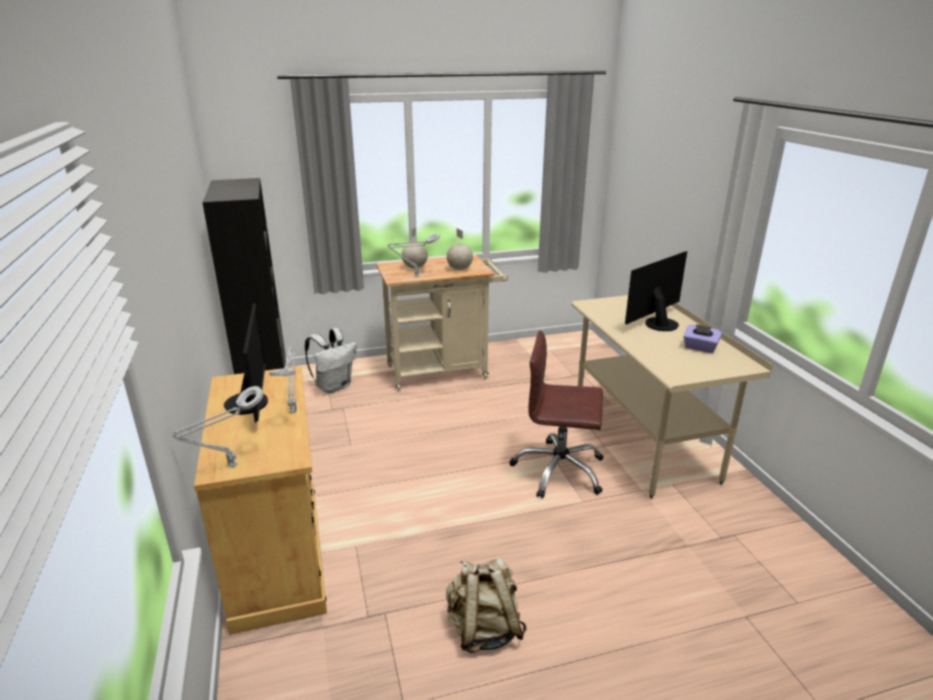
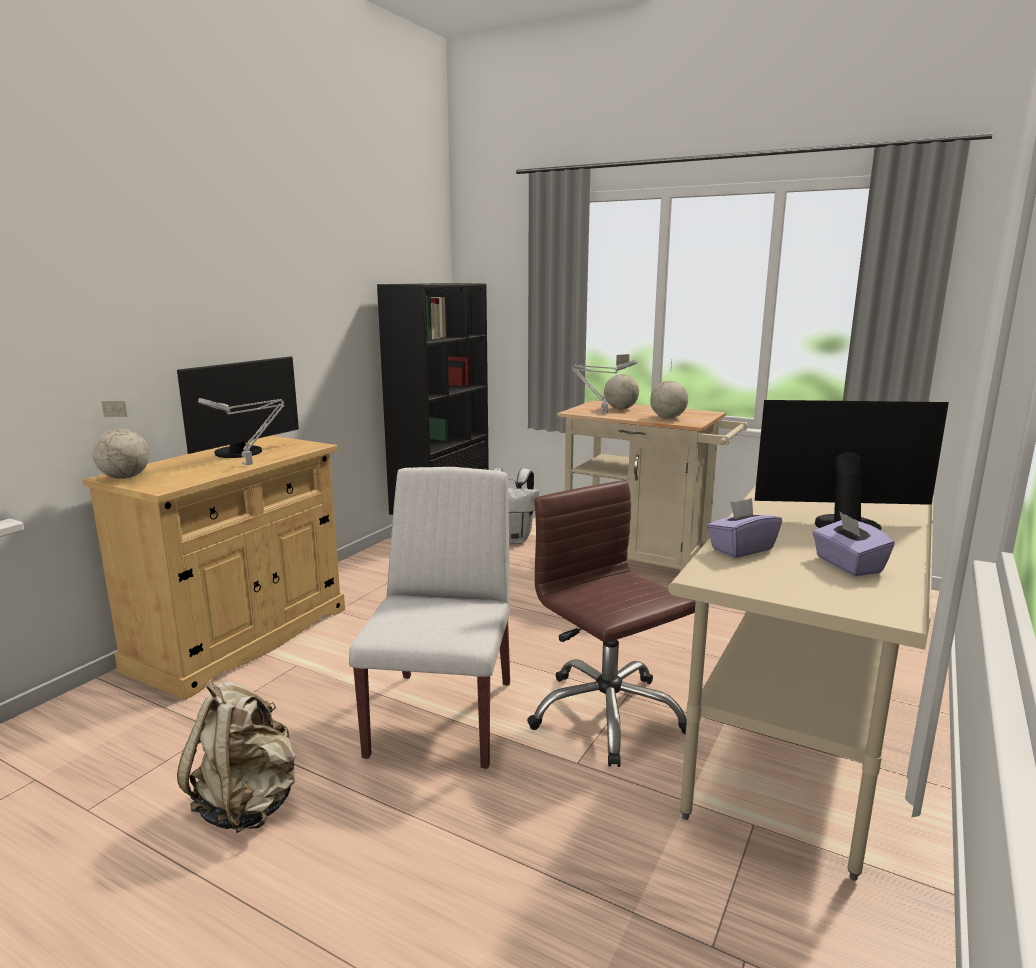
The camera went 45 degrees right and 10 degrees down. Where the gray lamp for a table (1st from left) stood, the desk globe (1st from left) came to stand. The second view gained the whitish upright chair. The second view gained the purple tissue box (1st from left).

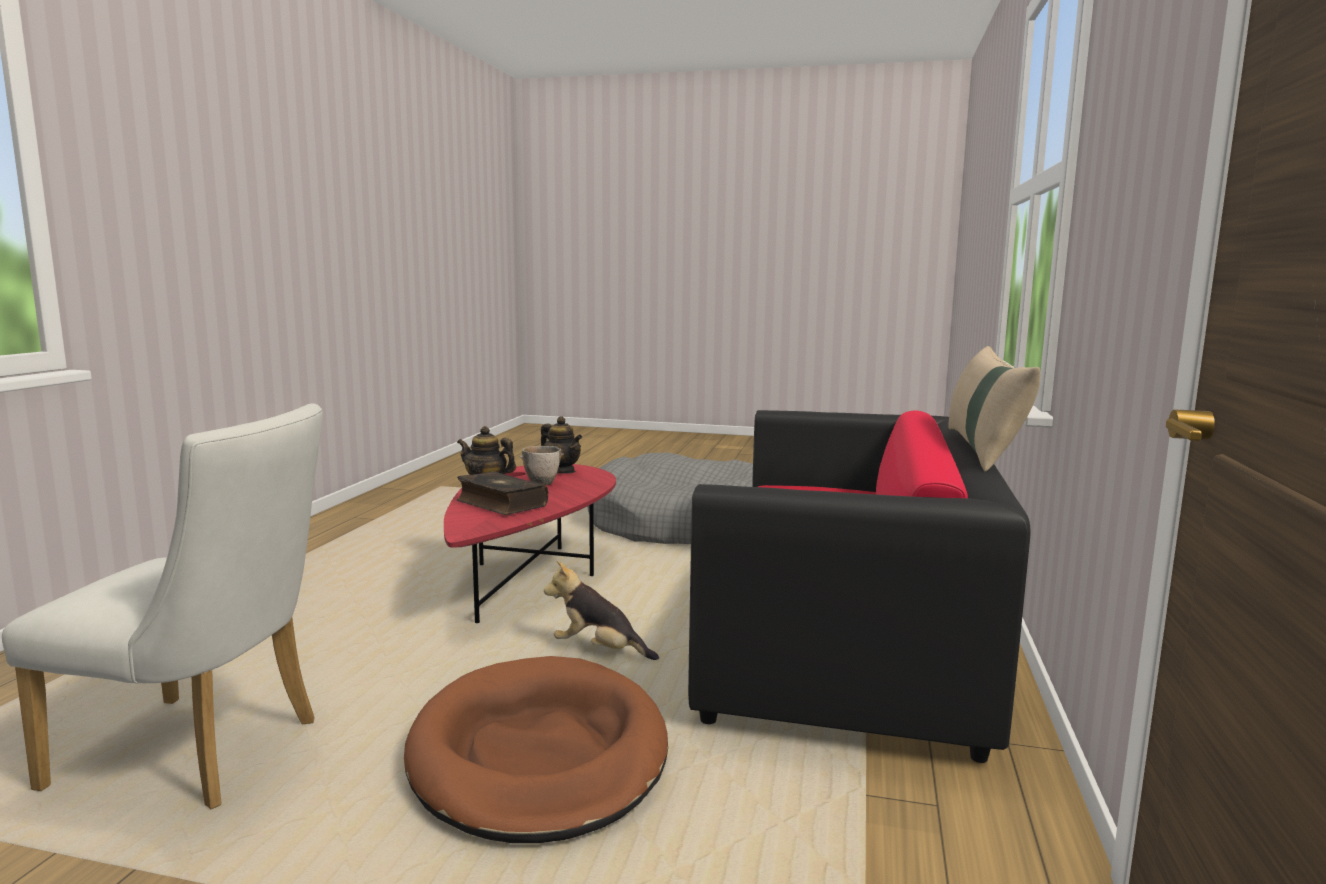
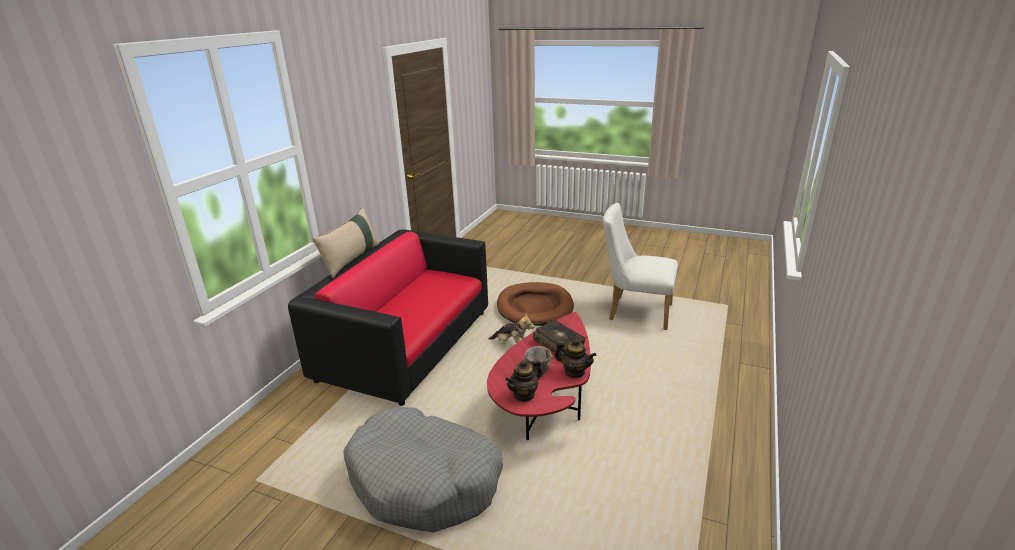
The camera went 170 degrees left and 15 degrees up. The tea pot (2nd from left in the first image) ended up facing another way, 90 degrees counterclockwise from before.

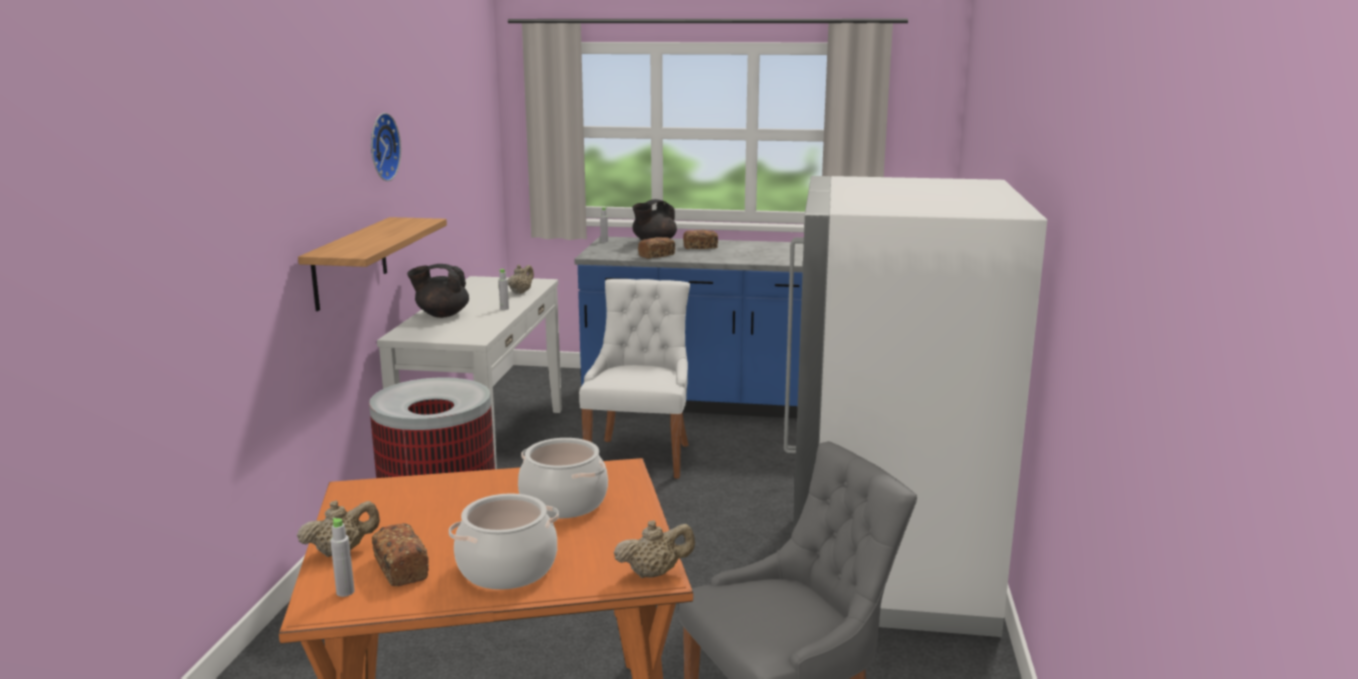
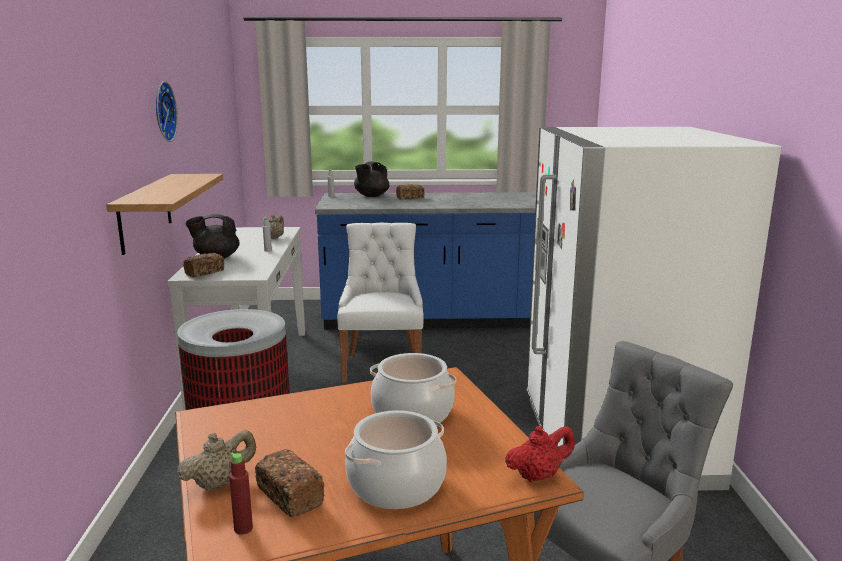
The camera went 10 degrees left and 0 degrees up. The bakery bread (2nd from left in the first image) ended up elsewhere. What was the gray beverage bottle (1st from left) turned into the red-coloured beverage bottle. What was the beige tea pot (3rd from left) turned into the red-coloured tea pot.

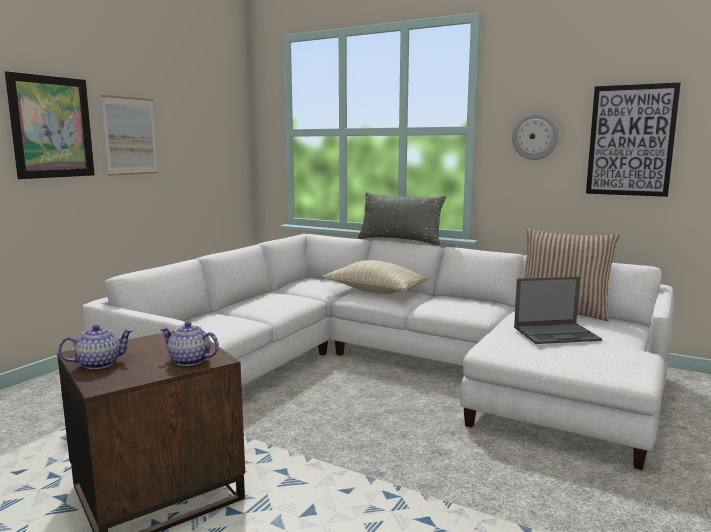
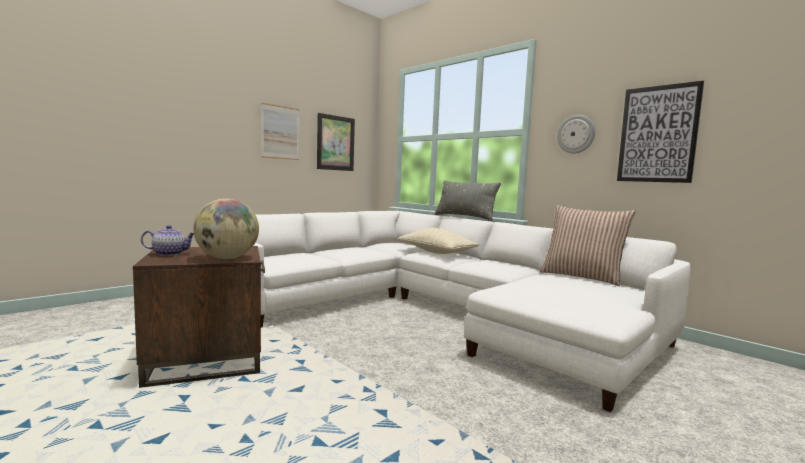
The camera went 15 degrees right and 5 degrees down. The wall picture (1st from left in the first image) ended up elsewhere. The second view lost the portable computer. Where the tea pot (2nd from left) stood, the desk globe came to stand.

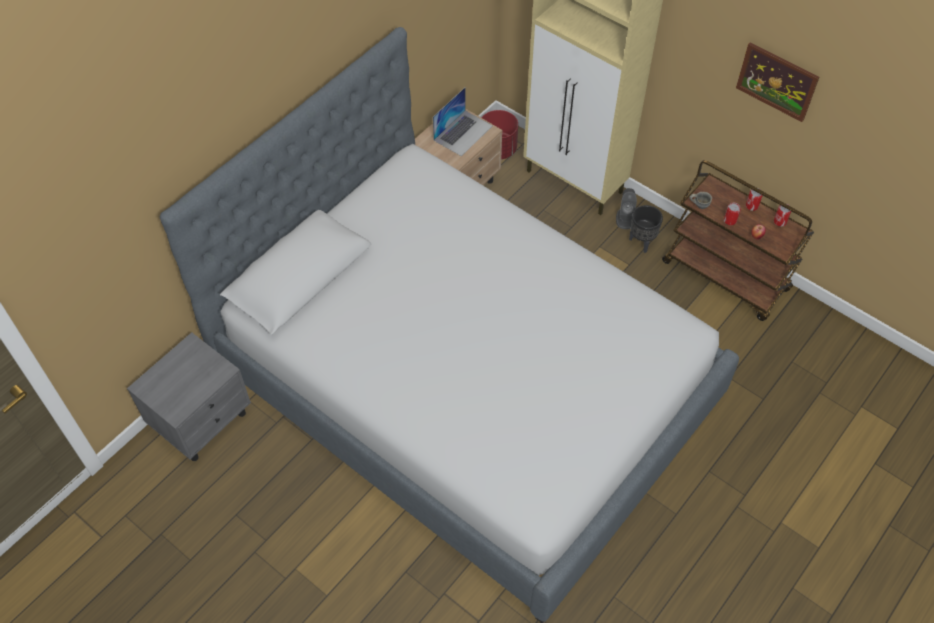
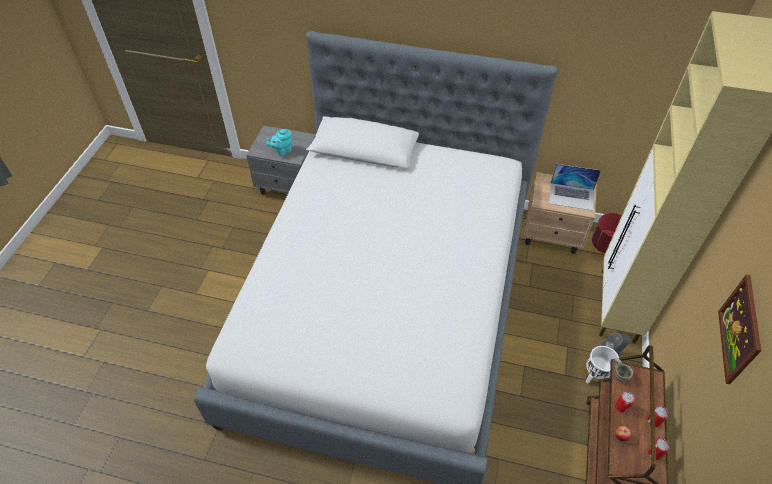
The camera went 65 degrees right and 5 degrees down. What was the blackish flower pot turned into the whitish flower pot. The second view gained the turquoise-coloured tea pot.

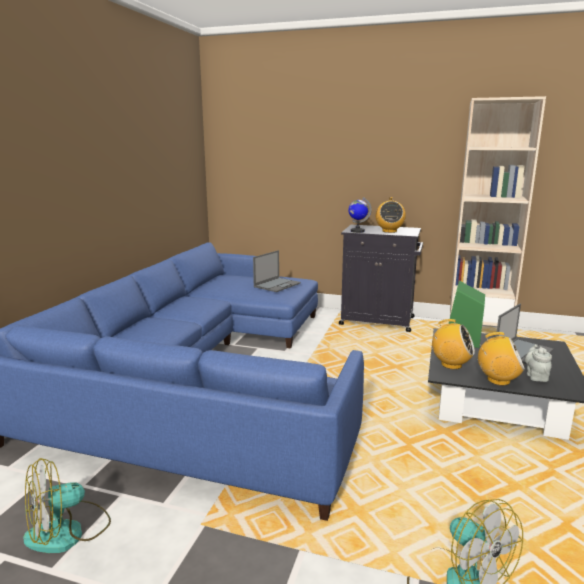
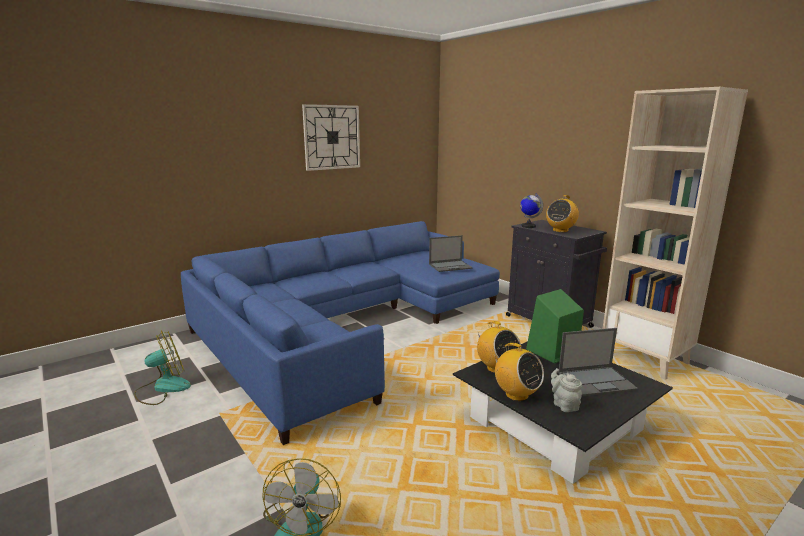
The camera went 35 degrees right and 0 degrees up. The gray tea pot ended up facing another way, 60 degrees counterclockwise from before. The cooling fan (1st from left) ended up facing another way, 150 degrees clockwise from before. The second view gained the clock on the wall.

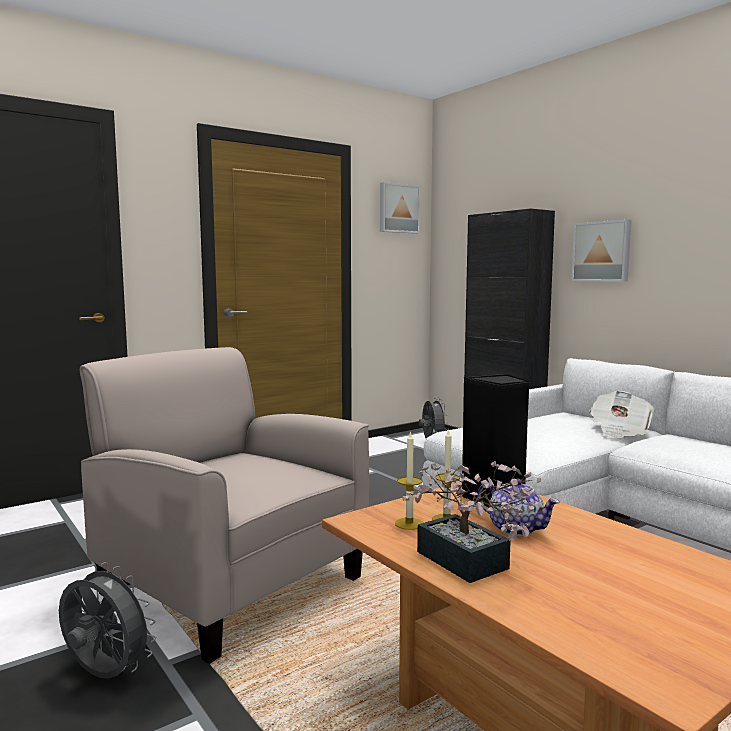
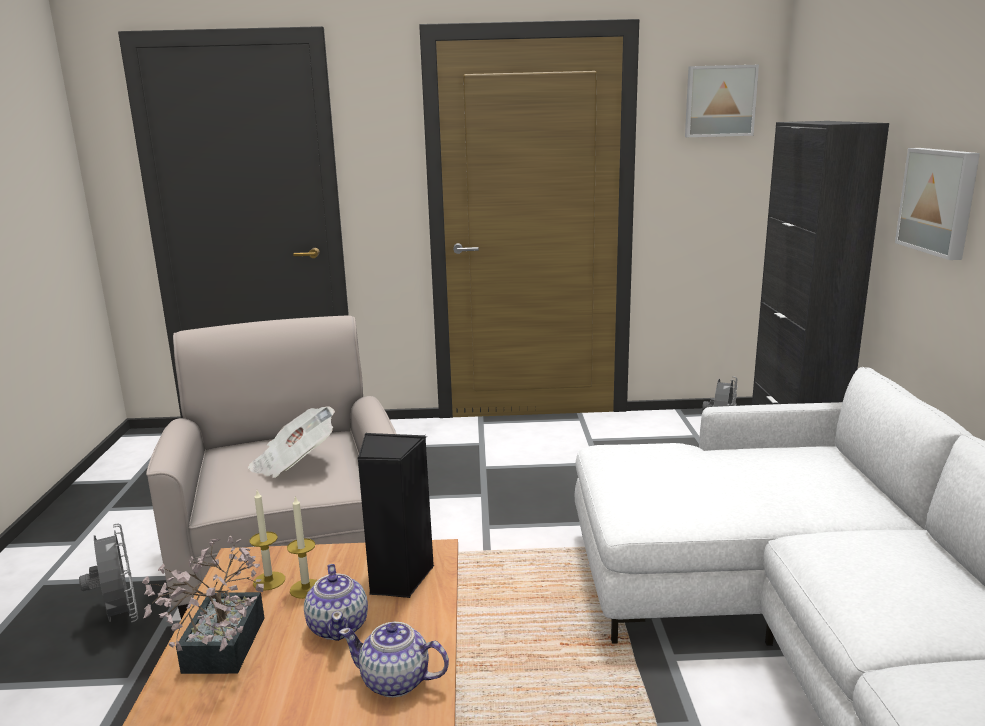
The camera went 35 degrees right and 10 degrees up. The daily paper ended up elsewhere. The second view gained the tea pot (2nd from left).

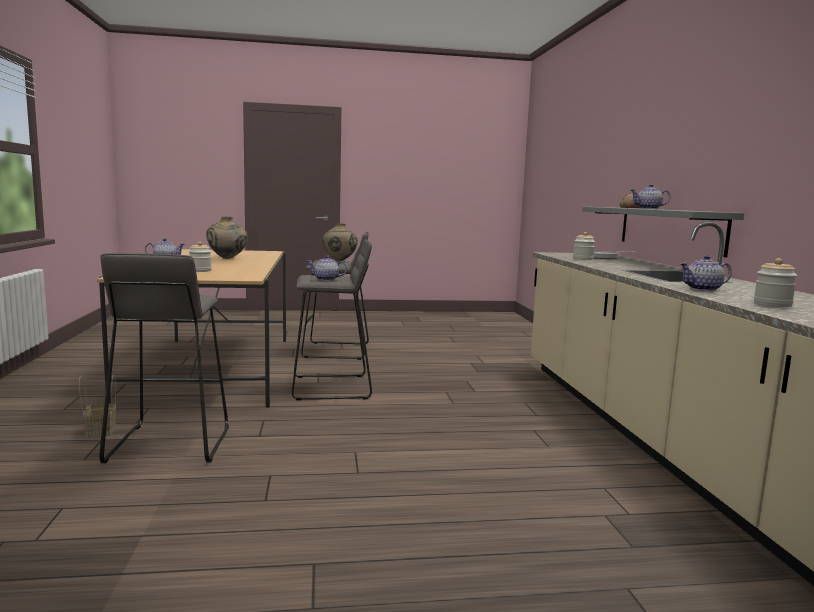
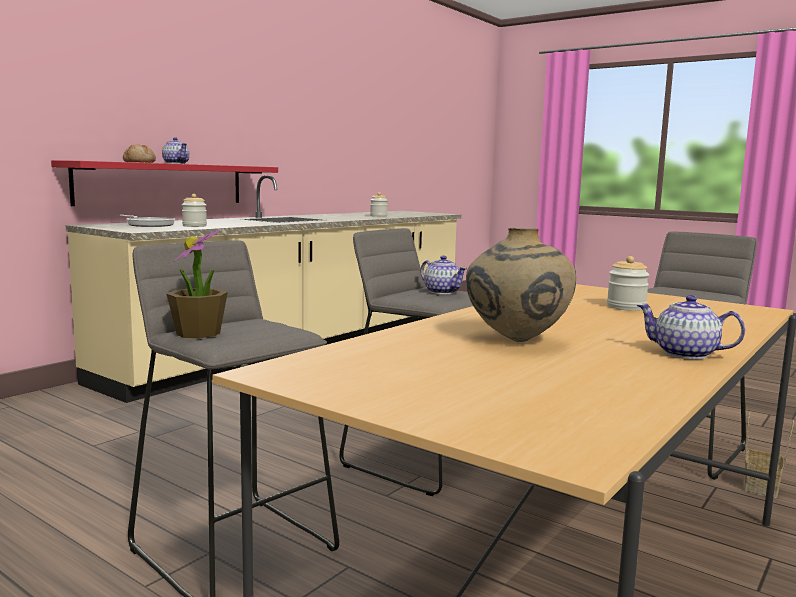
The camera went 135 degrees left and 0 degrees up. What was the gray wall shelf turned into the red-coloured wall shelf. Where the beige decorative vase (2nd from left) stood, the potted plant came to stand. The second view lost the tea pot (4th from left).

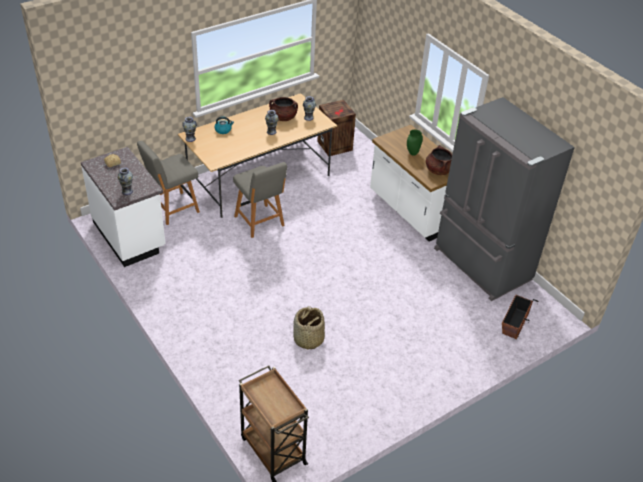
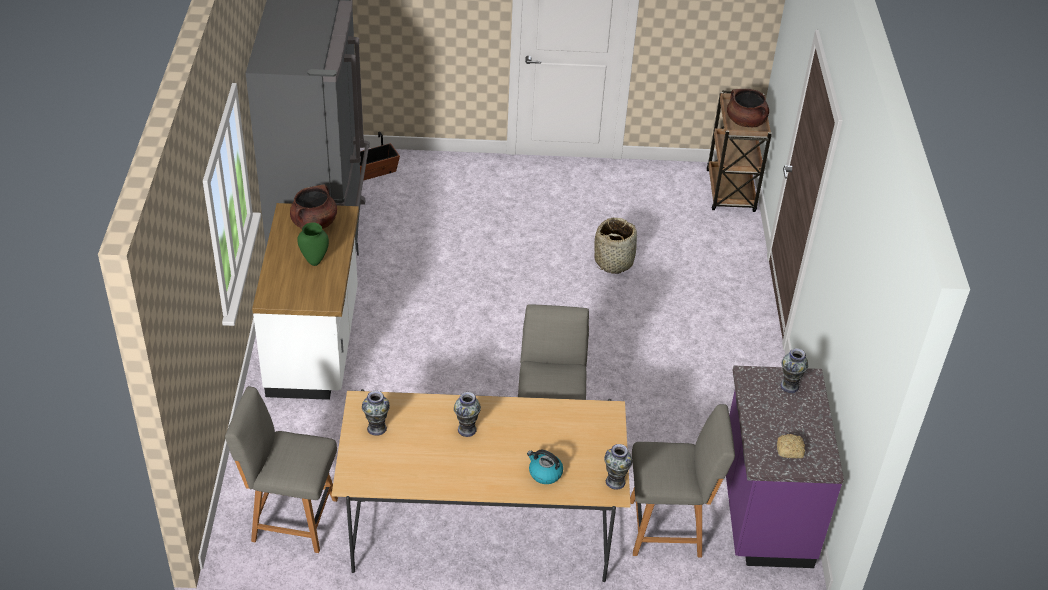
The camera went 145 degrees left and 0 degrees up. The brown-coloured cooking pot (1st from left in the first image) ended up elsewhere. Where the crate stood, the gray upright chair (1st from left) came to stand. What was the whitish counter (1st from left) turned into the purple counter.

